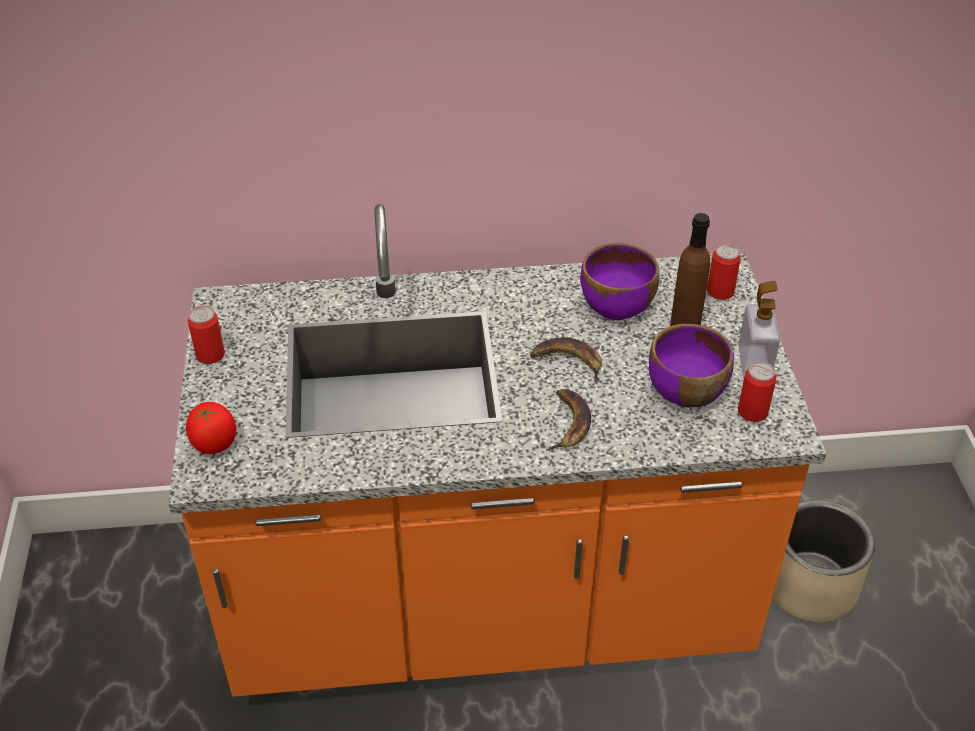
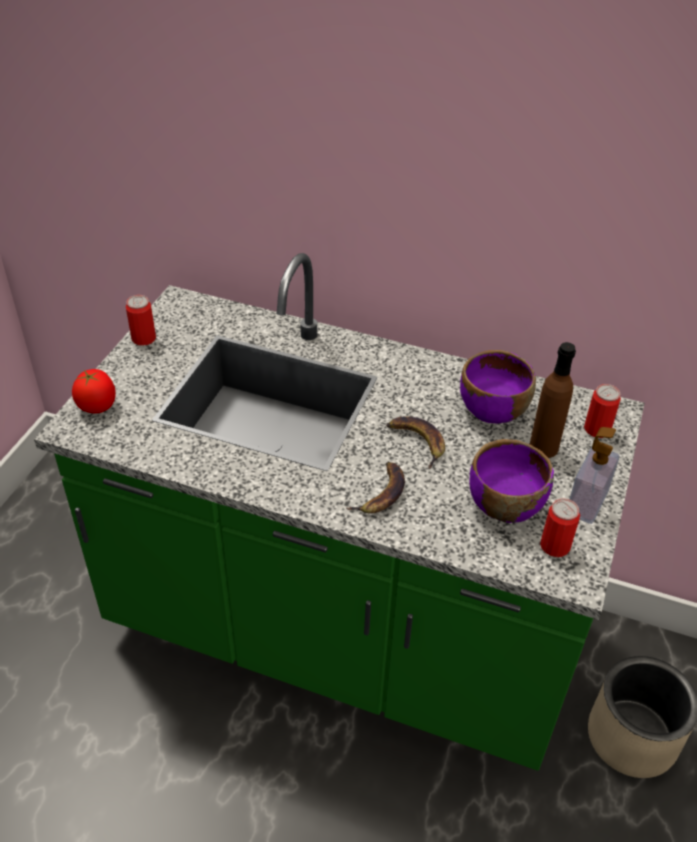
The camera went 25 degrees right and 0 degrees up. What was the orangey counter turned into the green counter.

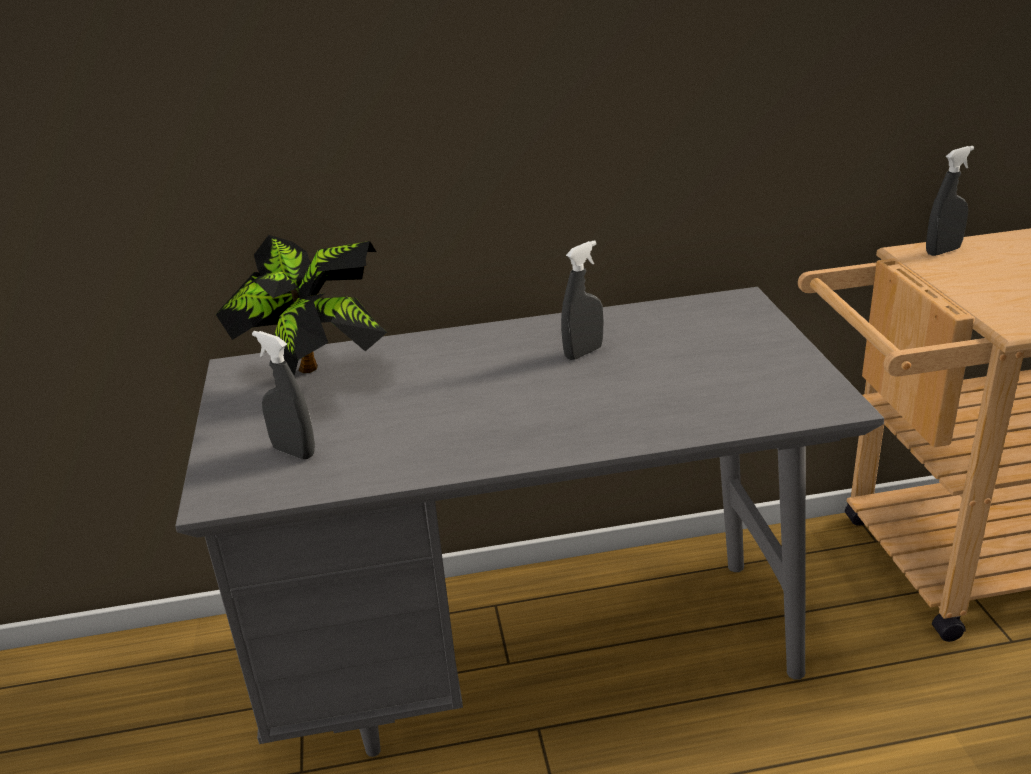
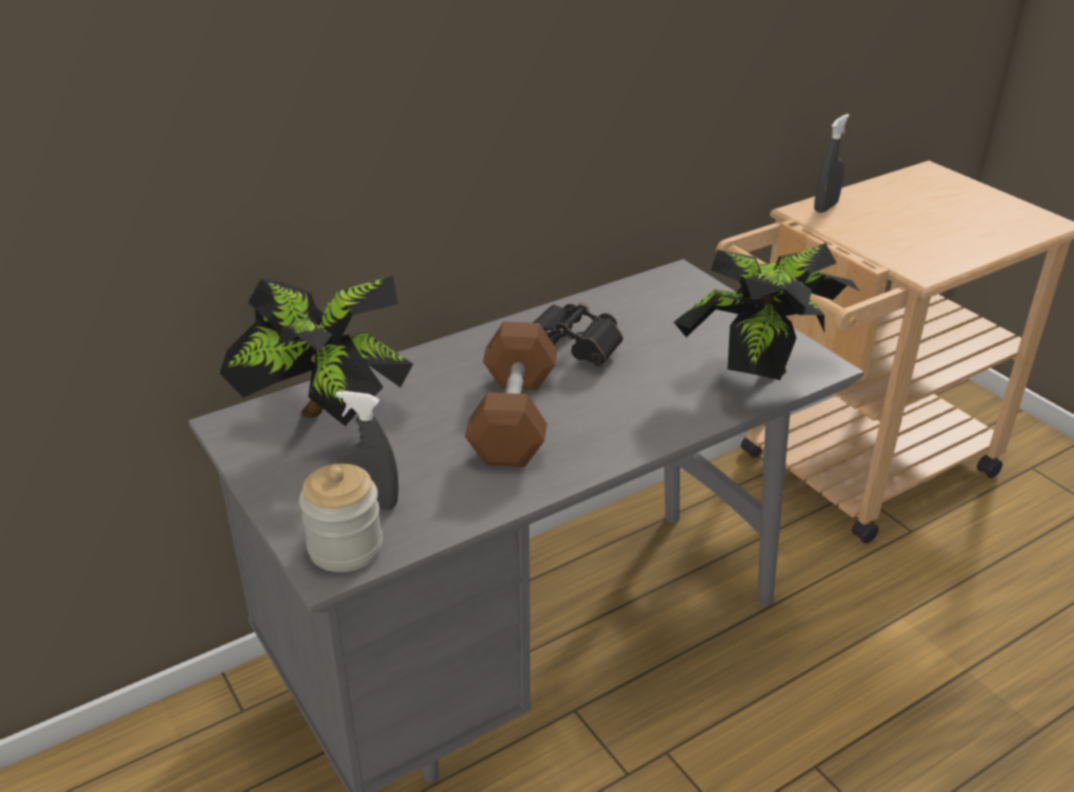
The camera went 25 degrees left and 5 degrees up. Where the gray sprayer (2nd from left) stood, the blackish pair of binoculars came to stand. The second view gained the potted plant (2nd from left). The second view gained the brown-coloured dumbbell. The second view gained the storage jar.

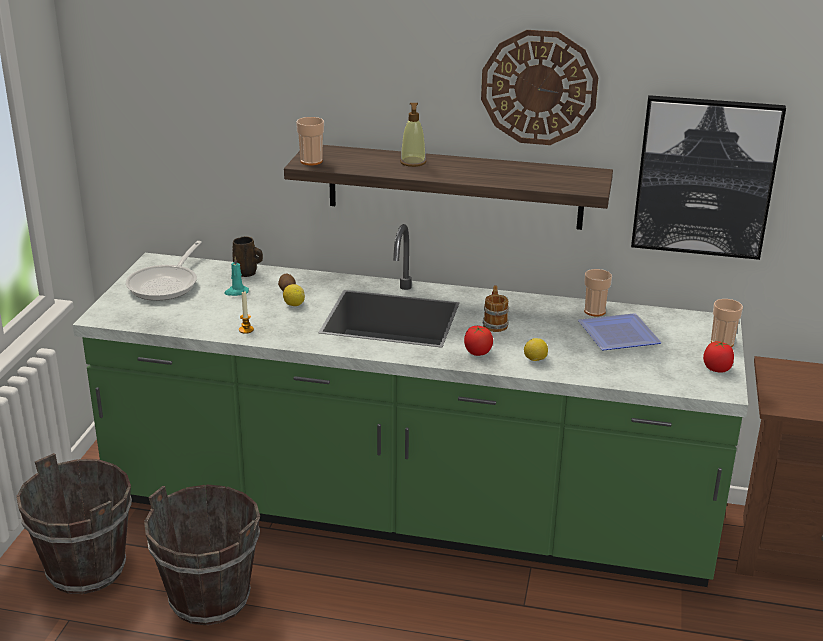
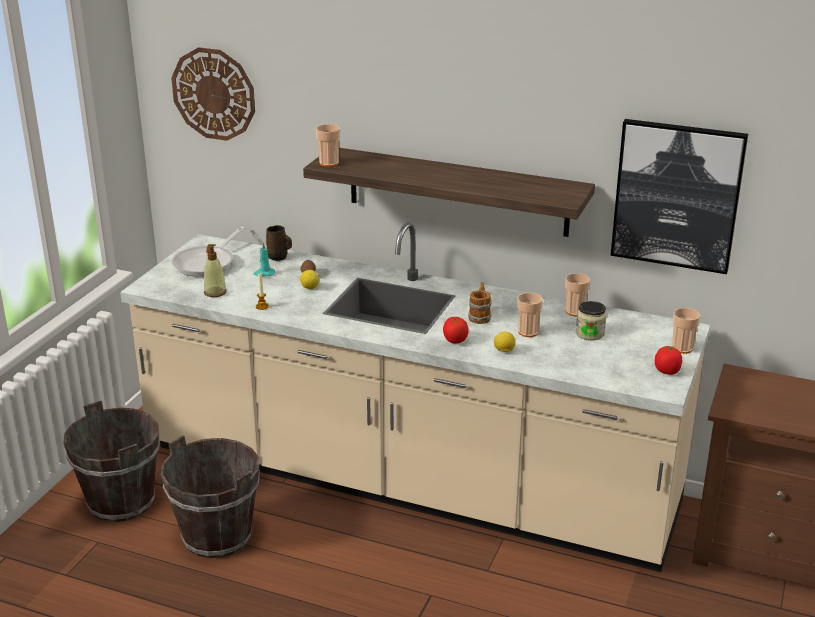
The camera went 10 degrees right and 0 degrees up. The clock on the wall ended up elsewhere. The liquid soap bottle ended up elsewhere. What was the green counter turned into the beige counter. Where the flat dish stood, the storage jar came to stand. The second view gained the cup (2nd from left).

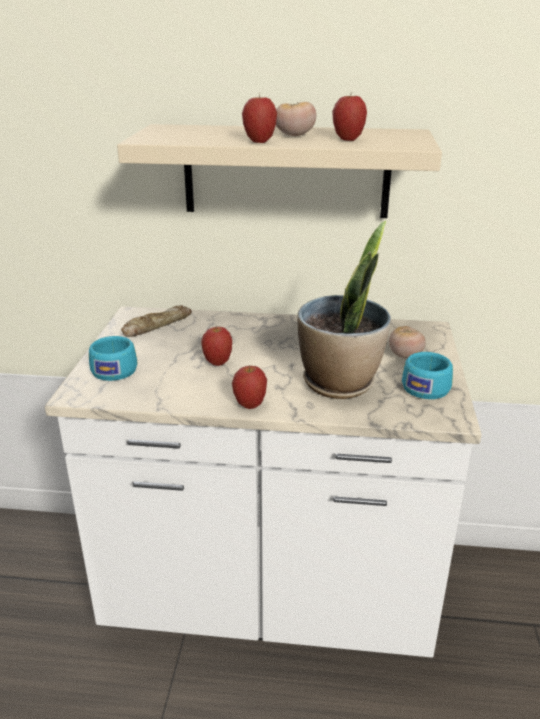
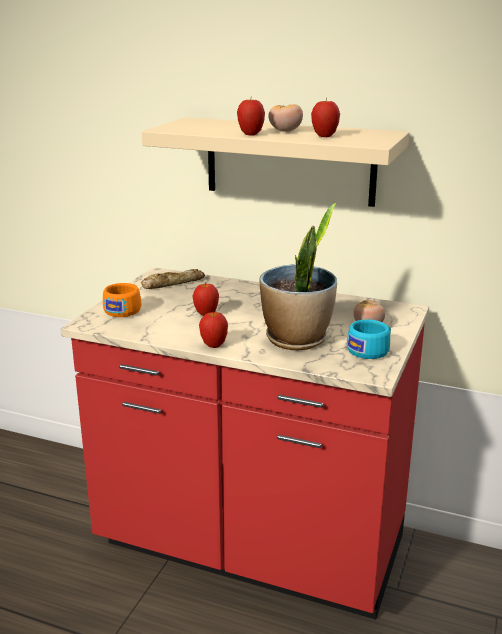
The camera went 15 degrees right and 5 degrees down. What was the whitish counter turned into the red-coloured counter. What was the turquoise-coloured cup (1st from left) turned into the orangey cup.

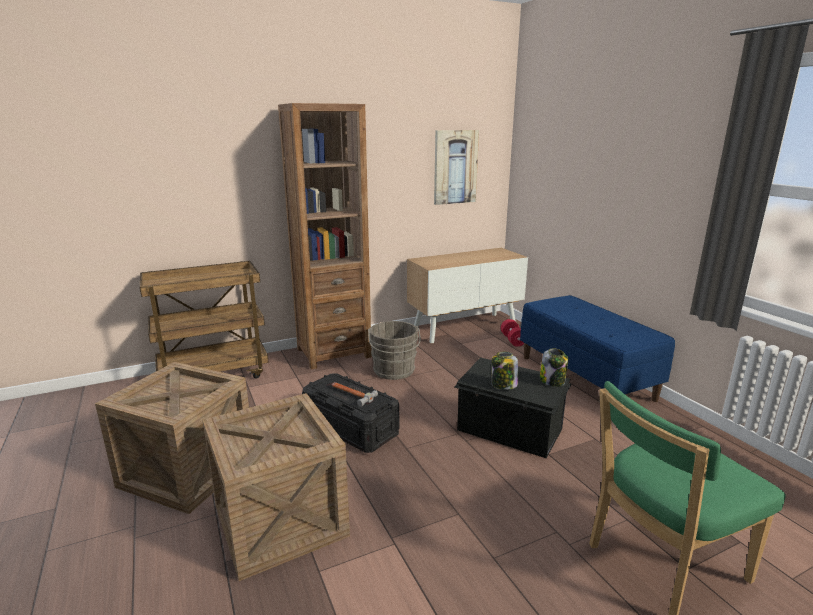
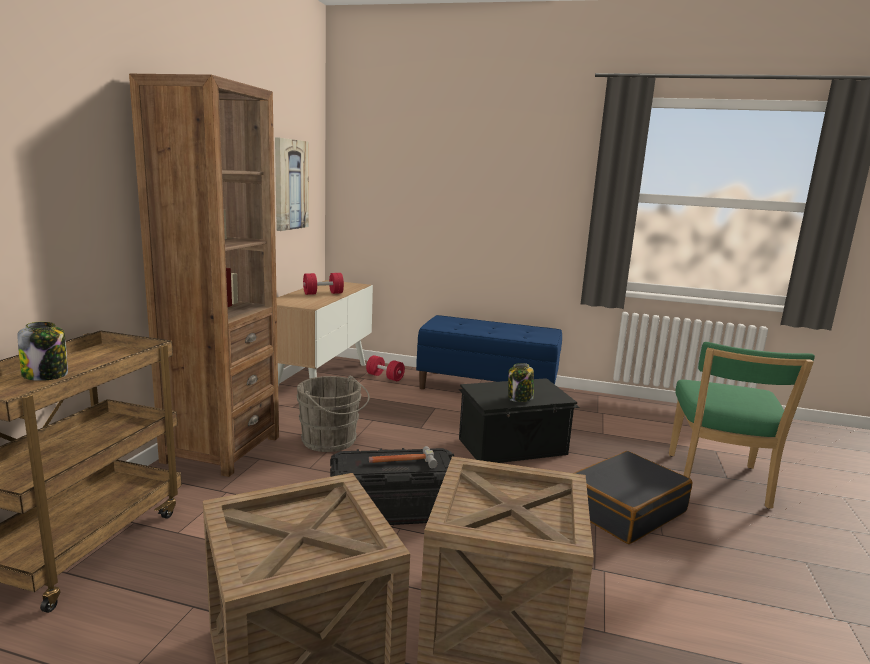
The camera went 50 degrees left and 5 degrees down. The storage jar (2nd from left in the first image) ended up elsewhere. The second view gained the red-coloured dumbbell (1st from left). The second view gained the blackish piece of luggage.

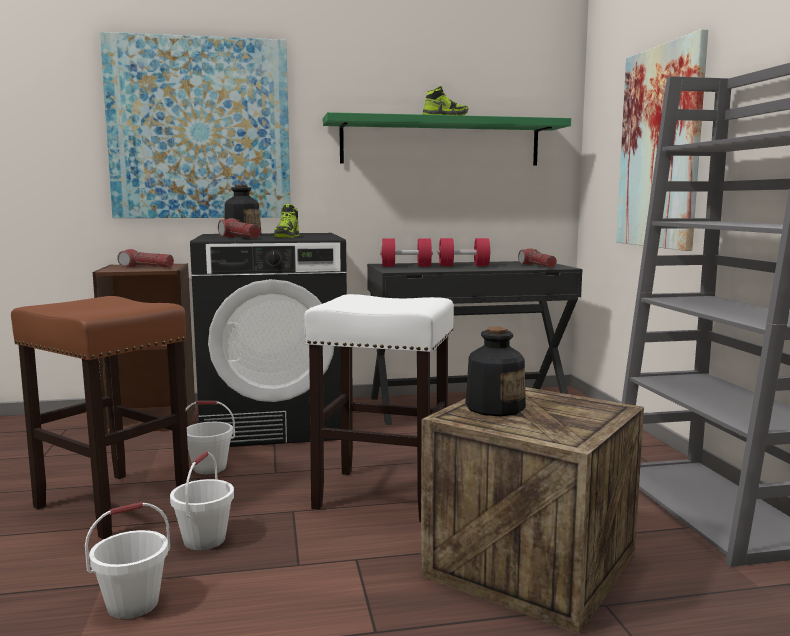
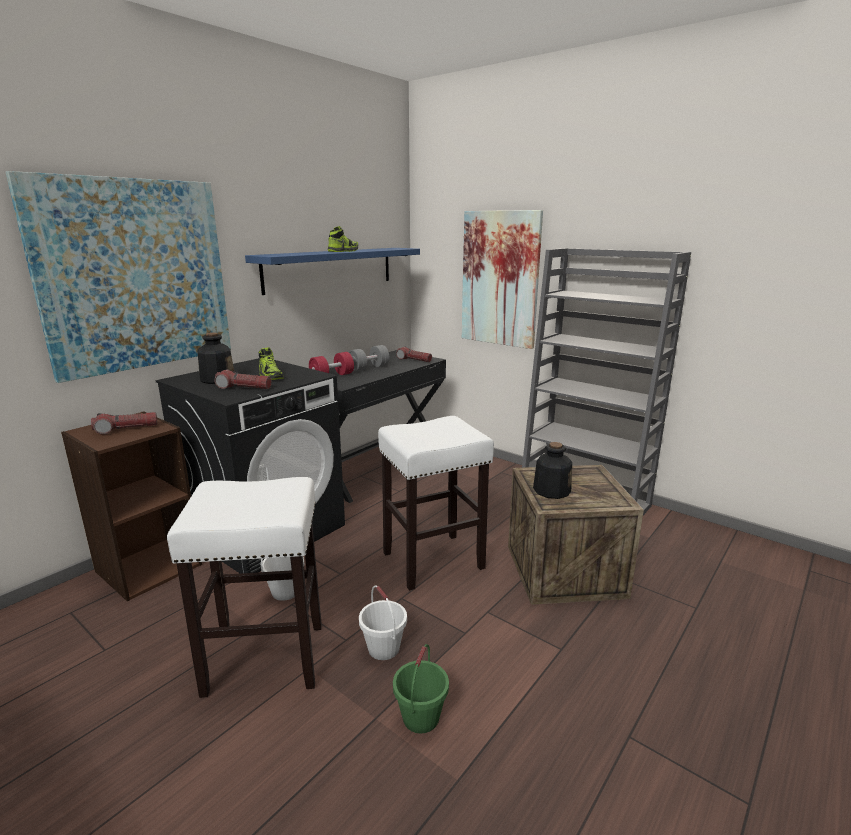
The camera went 40 degrees left and 10 degrees up. What was the green wall shelf turned into the bluish wall shelf. What was the red-coloured dumbbell (2nd from left) turned into the gray dumbbell. What was the brown-coloured stool seat turned into the whitish stool seat (1st from left). What was the whitish water bucket (1st from left) turned into the green water bucket.

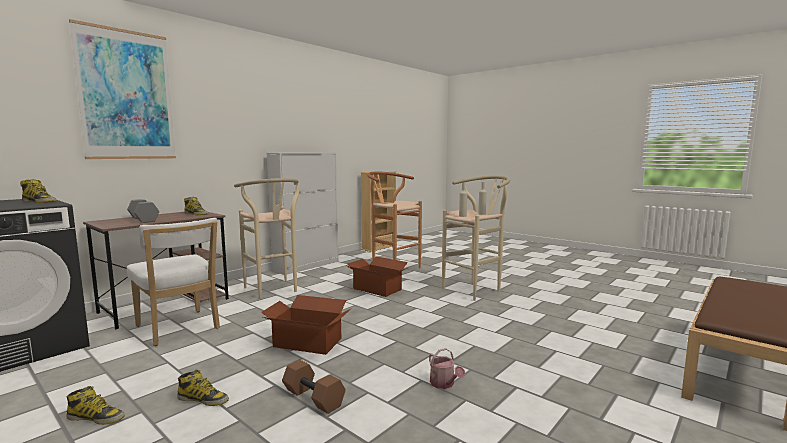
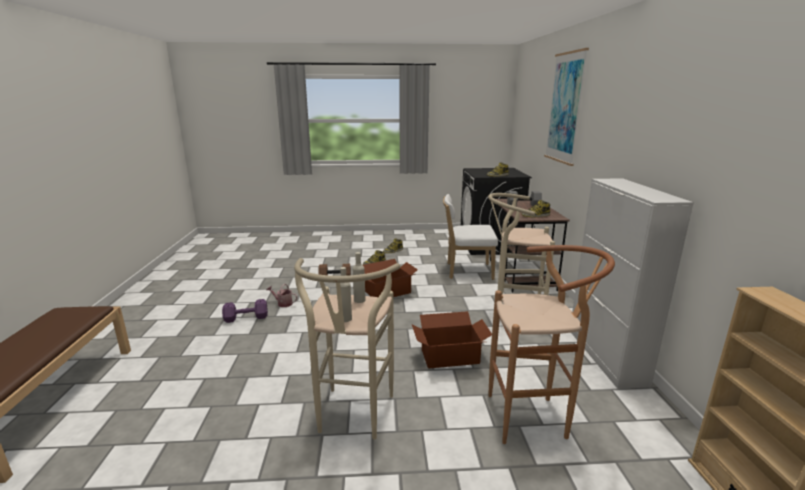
The camera went 135 degrees right and 10 degrees up. The second view gained the purple dumbbell.

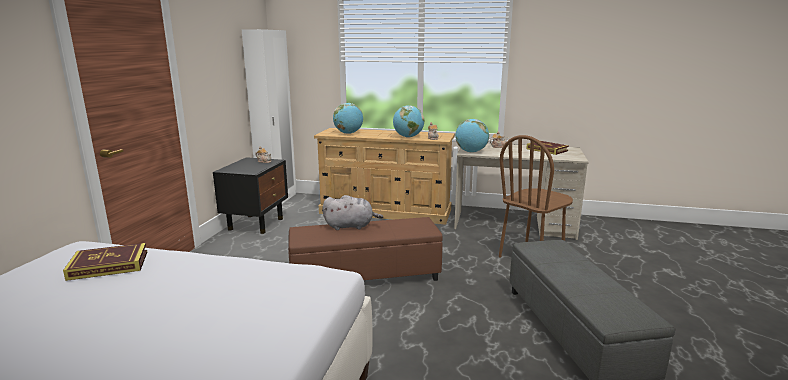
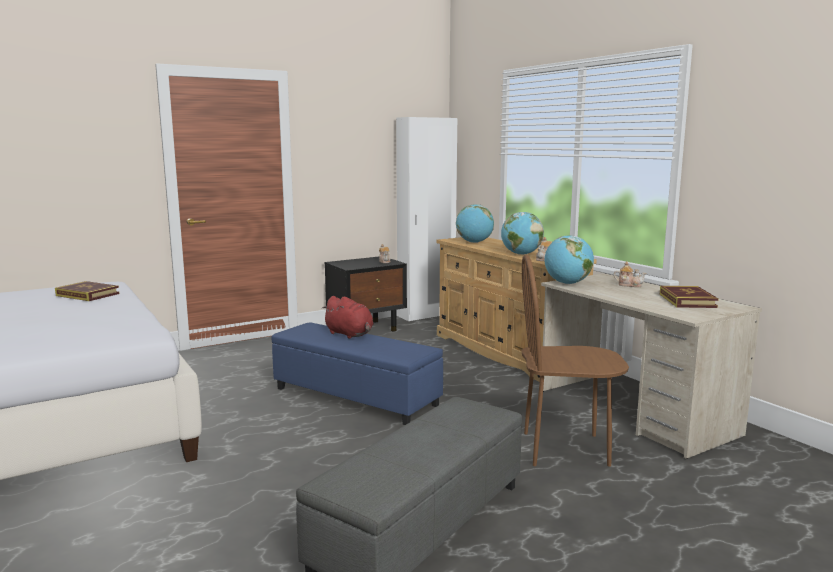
The camera went 45 degrees right and 5 degrees down. What was the gray cuddly toy turned into the red-coloured cuddly toy. What was the brown-coloured ottoman turned into the bluish ottoman.

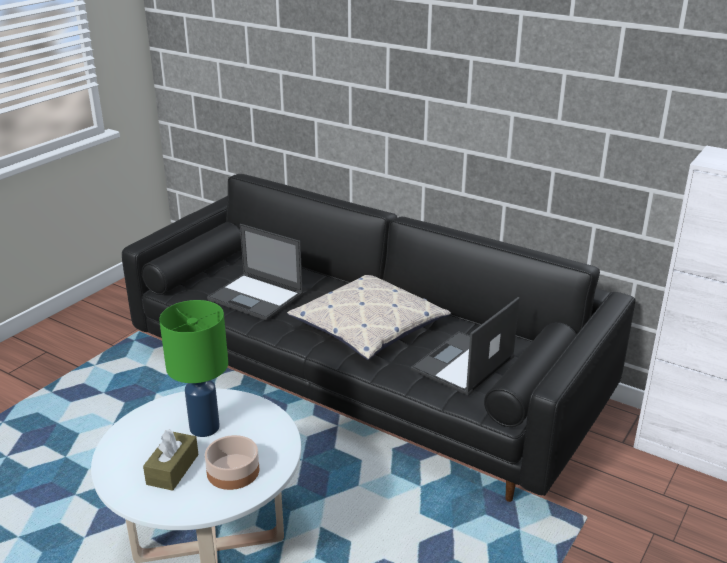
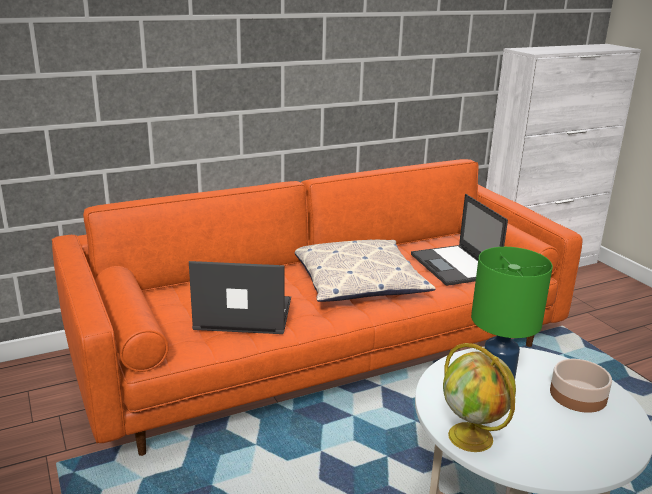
The camera went 60 degrees left and 5 degrees down. What was the blackish sofa turned into the orangey sofa. The portable computer (1st from left) ended up facing another way, 150 degrees counterclockwise from before. The second view lost the brown-coloured tissue box. The second view gained the desk globe.

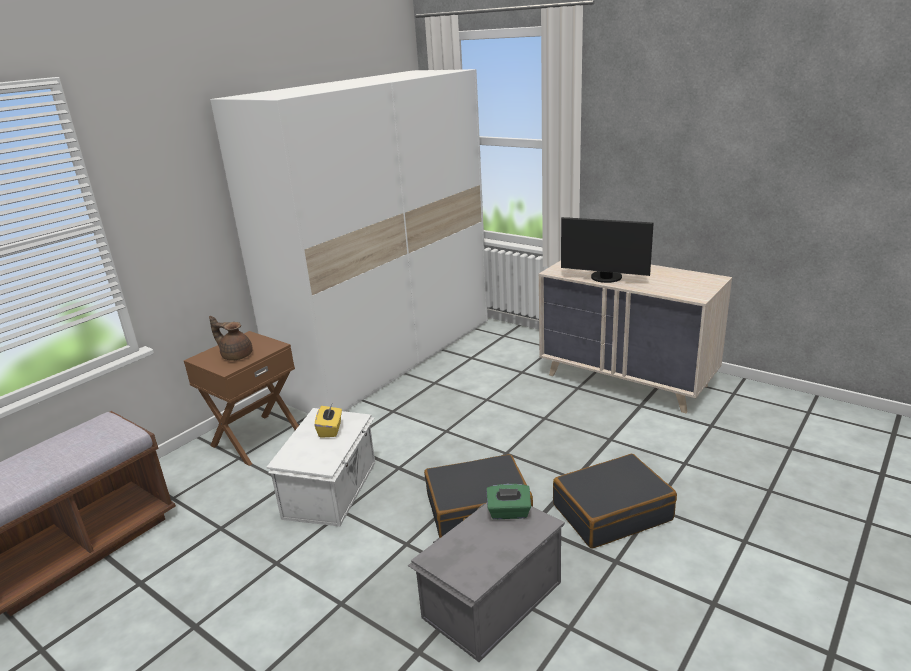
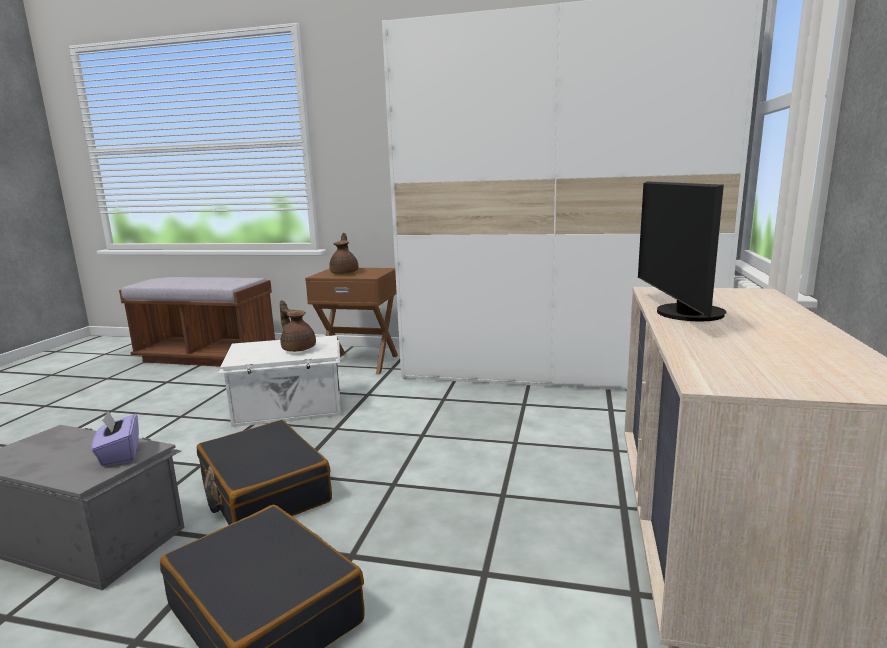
The camera went 65 degrees right and 10 degrees down. Where the yellow tissue box stood, the brown-coloured tea pot (1st from left) came to stand. What was the green tissue box turned into the purple tissue box.

